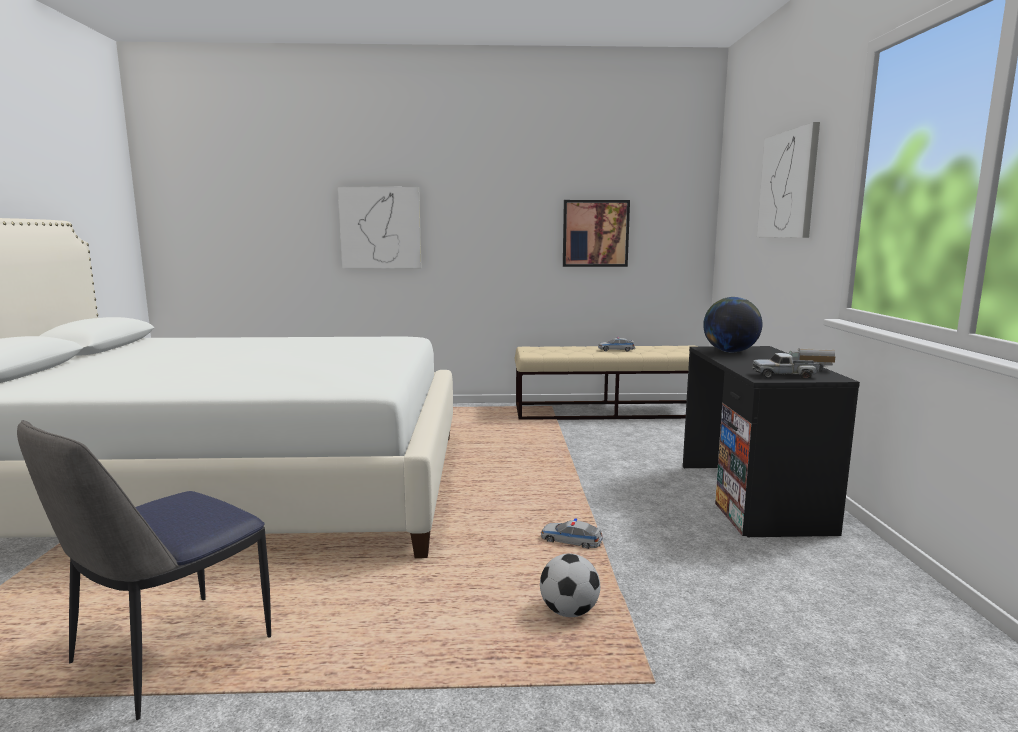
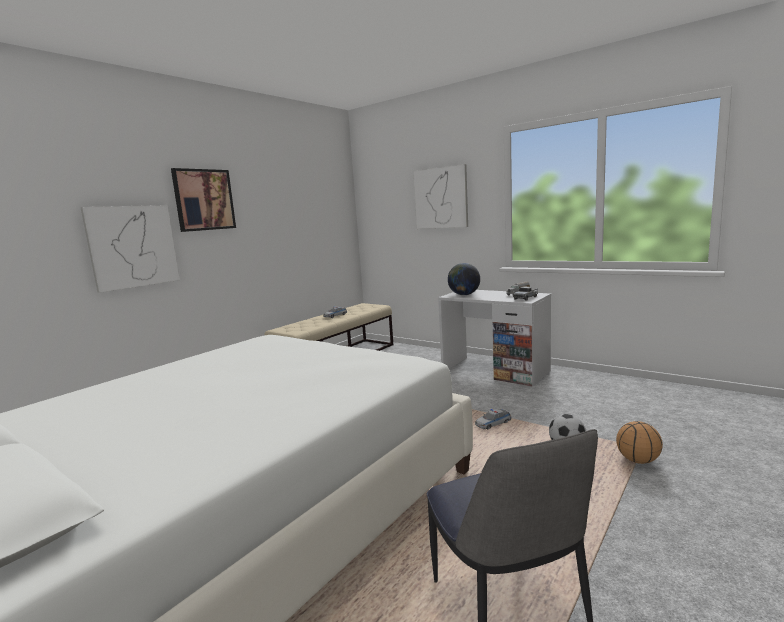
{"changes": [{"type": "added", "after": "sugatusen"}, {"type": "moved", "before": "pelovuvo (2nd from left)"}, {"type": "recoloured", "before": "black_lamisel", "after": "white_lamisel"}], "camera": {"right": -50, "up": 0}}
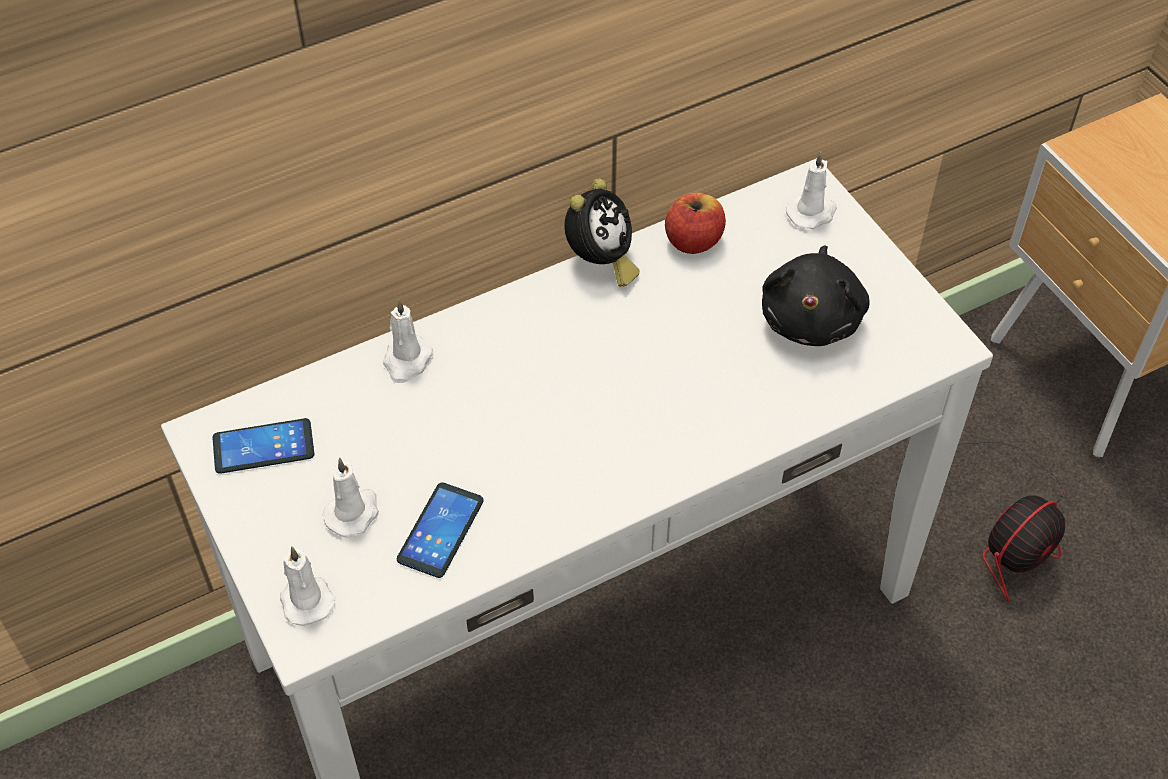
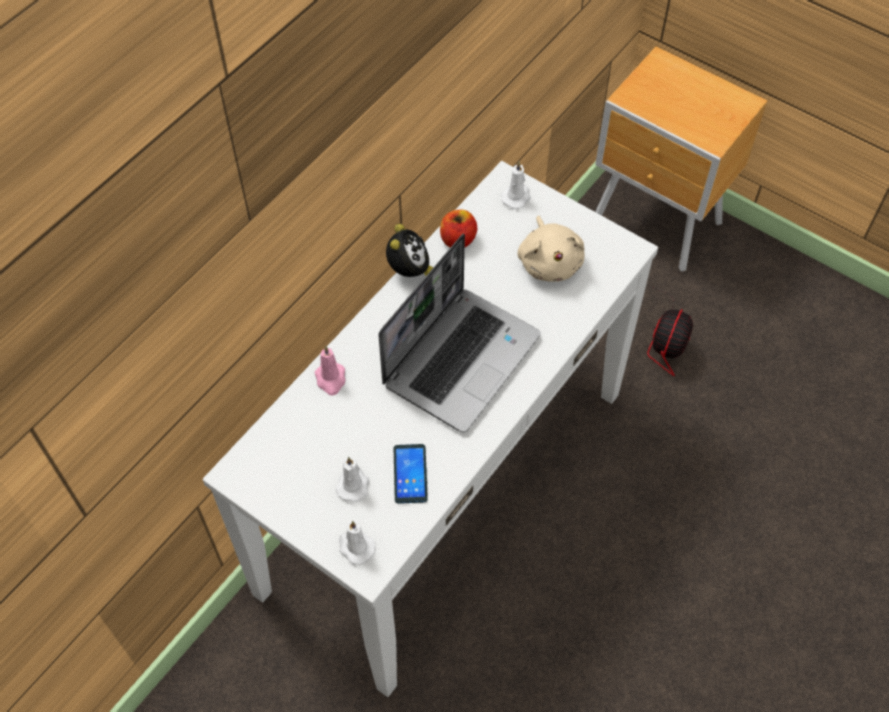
{"changes": [{"type": "removed", "before": "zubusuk (1st from left)"}, {"type": "added", "after": "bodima"}, {"type": "recoloured", "before": "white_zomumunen (3rd from left)", "after": "pink_zomumunen"}, {"type": "recoloured", "before": "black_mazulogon", "after": "beige_mazulogon"}], "camera": {"right": -25, "up": 5}}
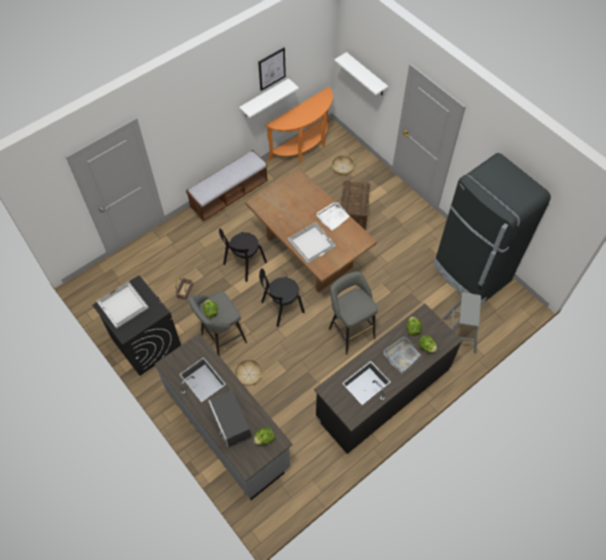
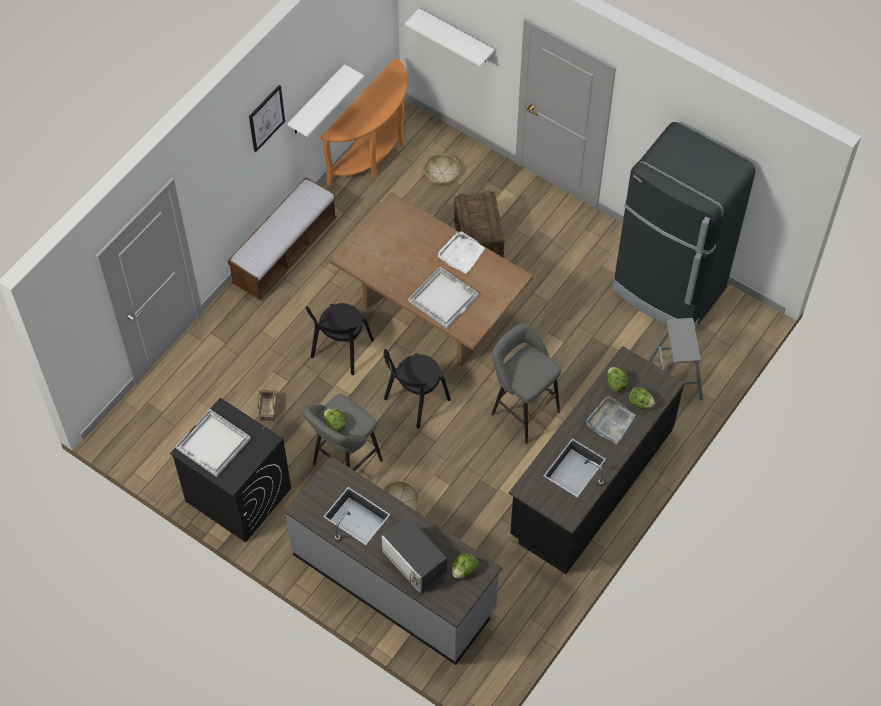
{"changes": [{"type": "moved", "before": "pelovuvo"}], "camera": {"right": -15, "up": 0}}
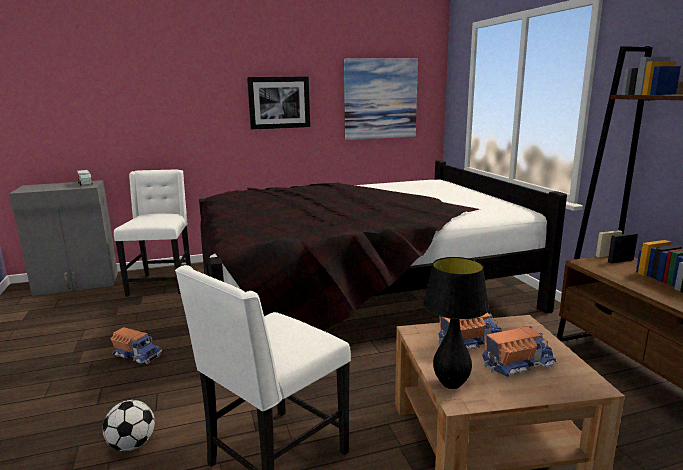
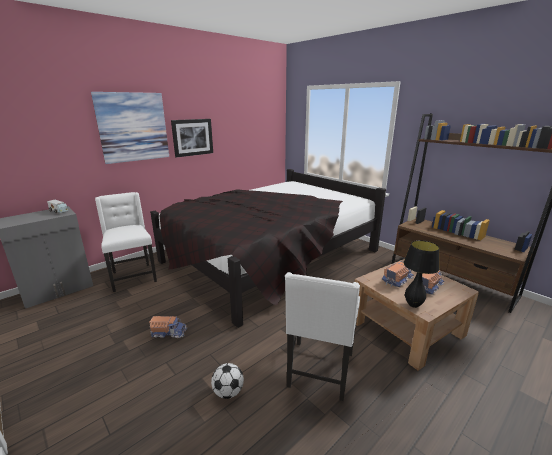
{"changes": [{"type": "moved", "before": "pelovuvo (2nd from left in the first image)", "after": "pelovuvo (1st from left)"}], "camera": {"right": -25, "up": 5}}
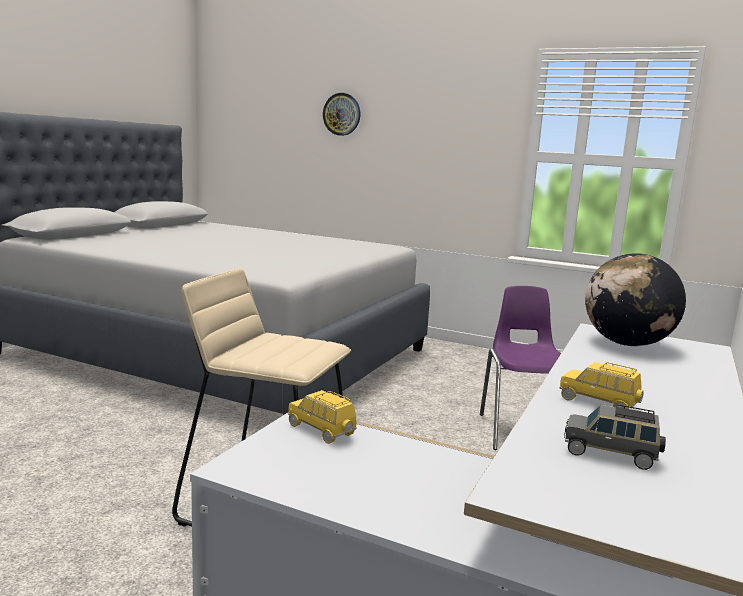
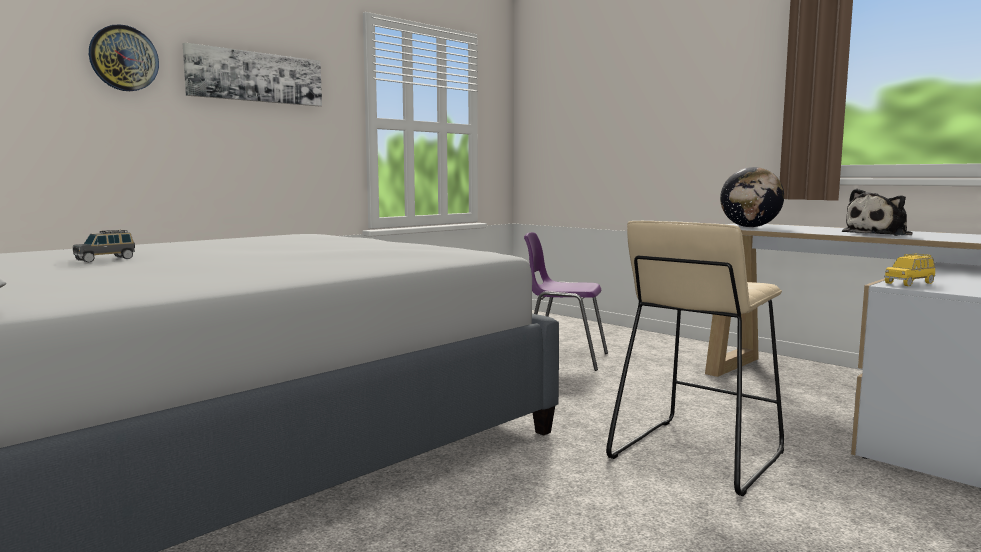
{"changes": [{"type": "added", "after": "pelovuvo"}, {"type": "moved", "before": "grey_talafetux"}, {"type": "replaced", "before": "yellow_talafetux (2nd from left)", "after": "mazulogon"}], "camera": {"right": -70, "up": -5}}
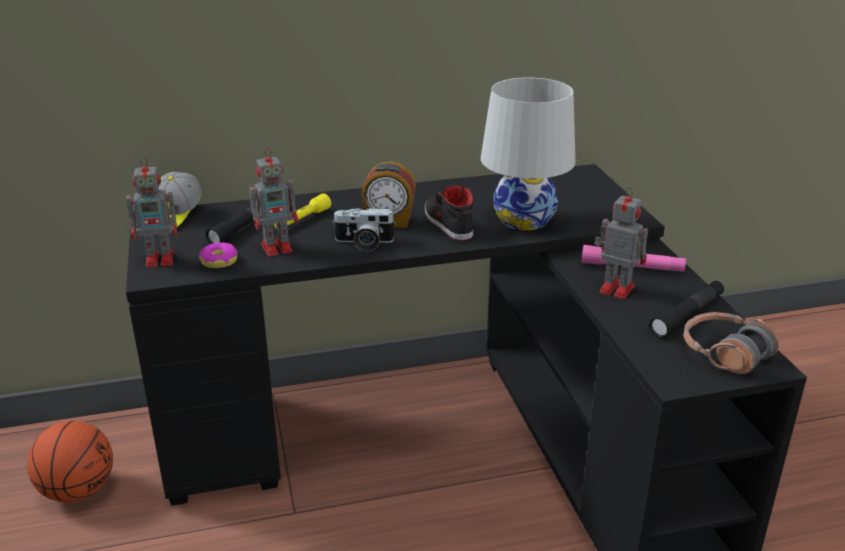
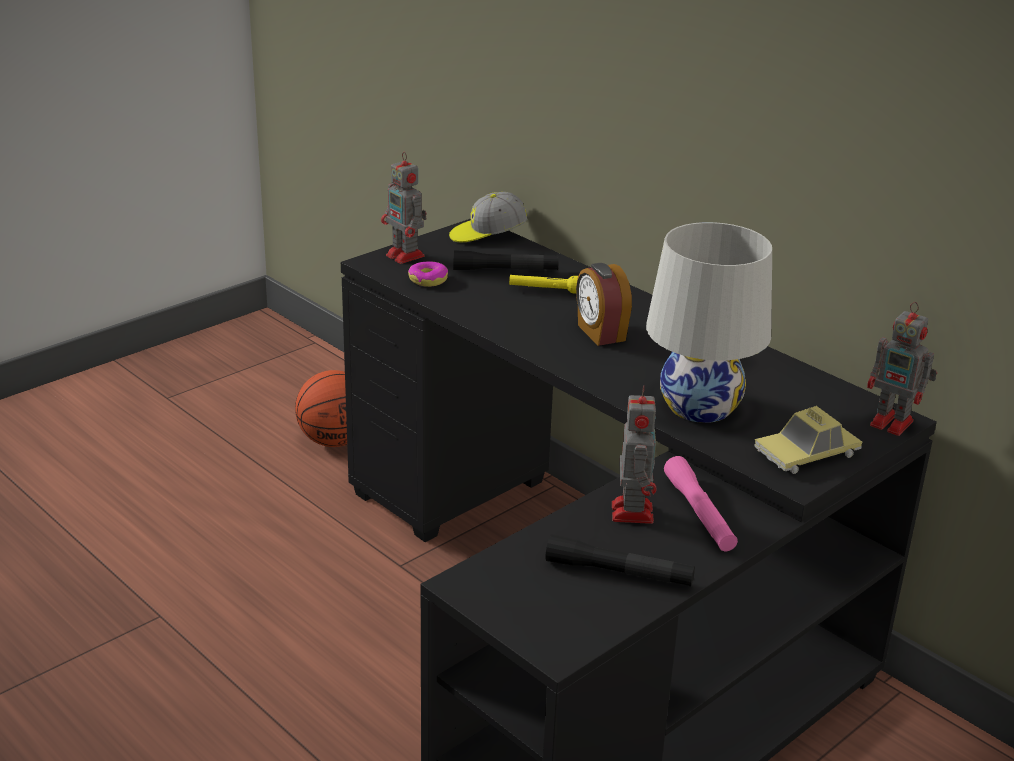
{"changes": [{"type": "removed", "before": "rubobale"}, {"type": "removed", "before": "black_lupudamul"}, {"type": "removed", "before": "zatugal"}, {"type": "added", "after": "talafetux"}, {"type": "moved", "before": "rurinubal (2nd from left in the first image)", "after": "rurinubal (3rd from left)"}], "camera": {"right": 60, "up": 0}}
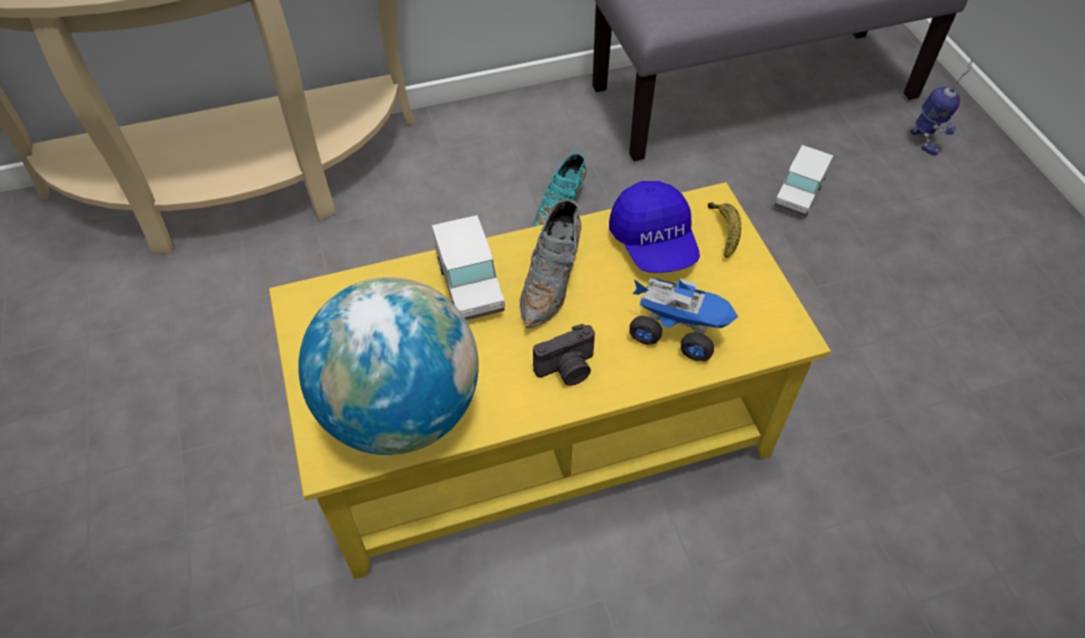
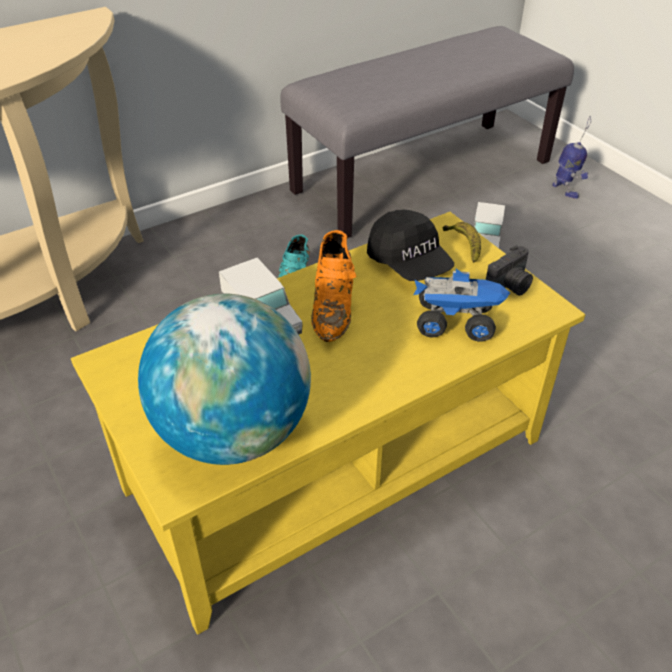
{"changes": [{"type": "moved", "before": "rubobale"}, {"type": "recoloured", "before": "grey_lupudamul", "after": "orange_lupudamul"}, {"type": "recoloured", "before": "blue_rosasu", "after": "black_rosasu"}], "camera": {"right": -15, "up": -10}}
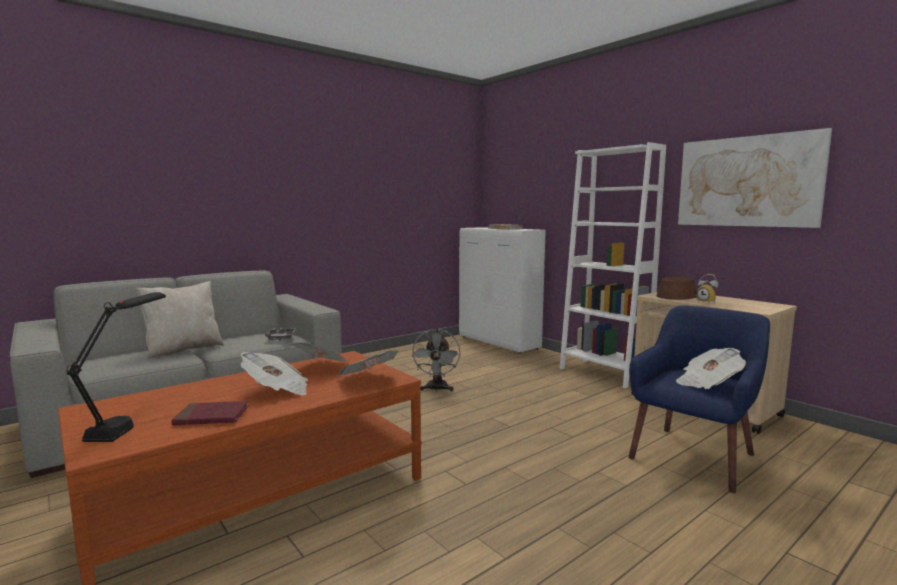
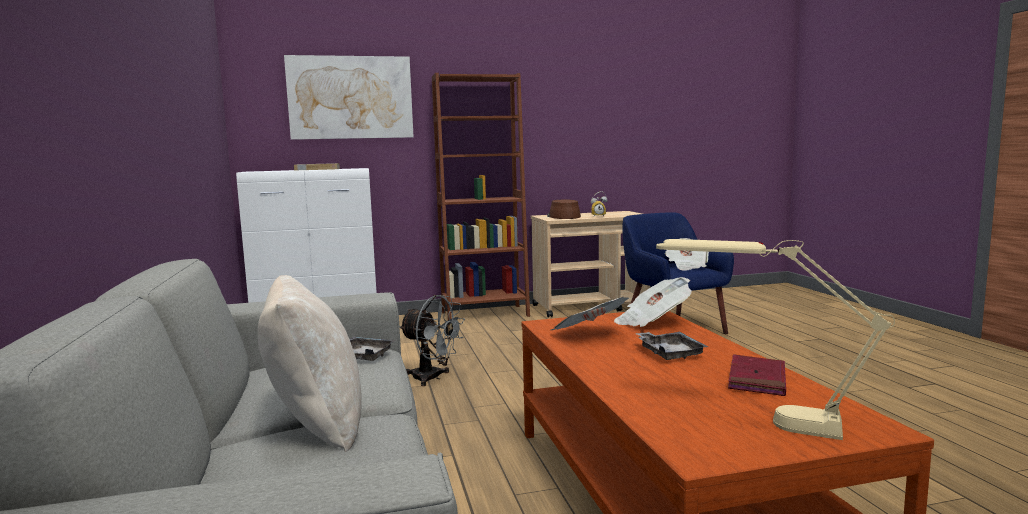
{"changes": [{"type": "moved", "before": "pelovuvo"}, {"type": "replaced", "before": "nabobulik (1st from left)", "after": "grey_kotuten (2nd from left)"}, {"type": "recoloured", "before": "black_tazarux", "after": "beige_tazarux"}, {"type": "recoloured", "before": "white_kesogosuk", "after": "brown_kesogosuk"}], "camera": {"right": -65, "up": 0}}
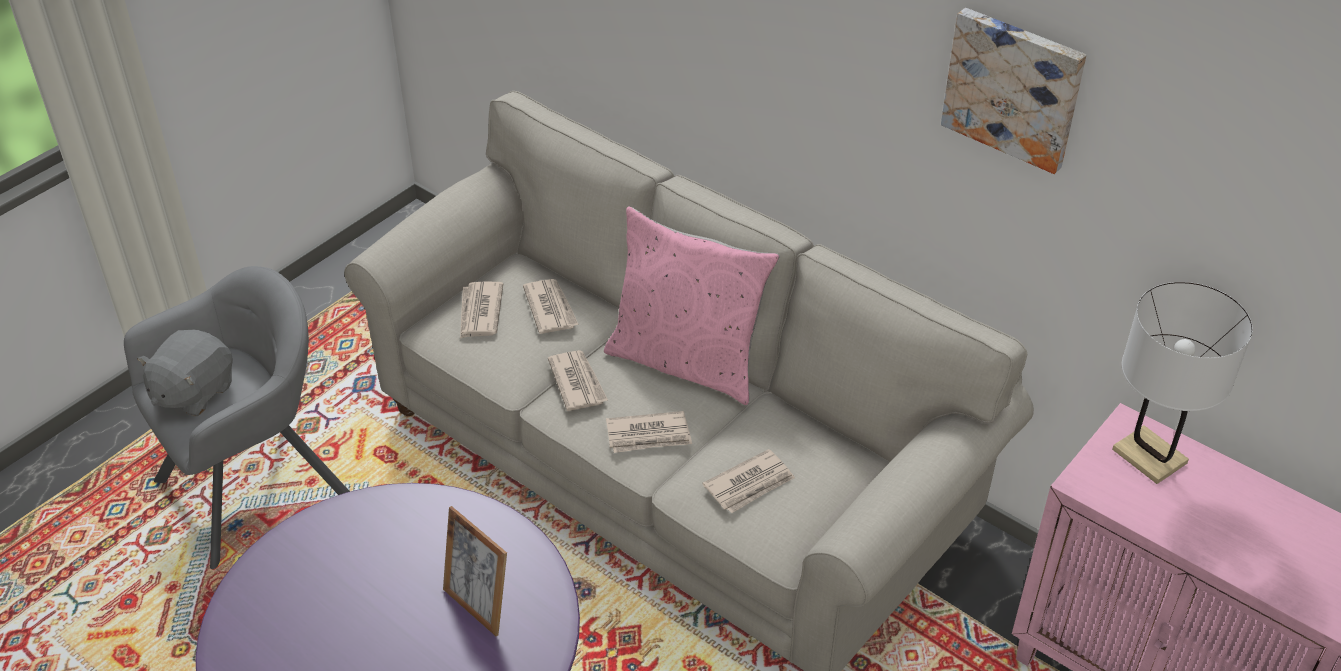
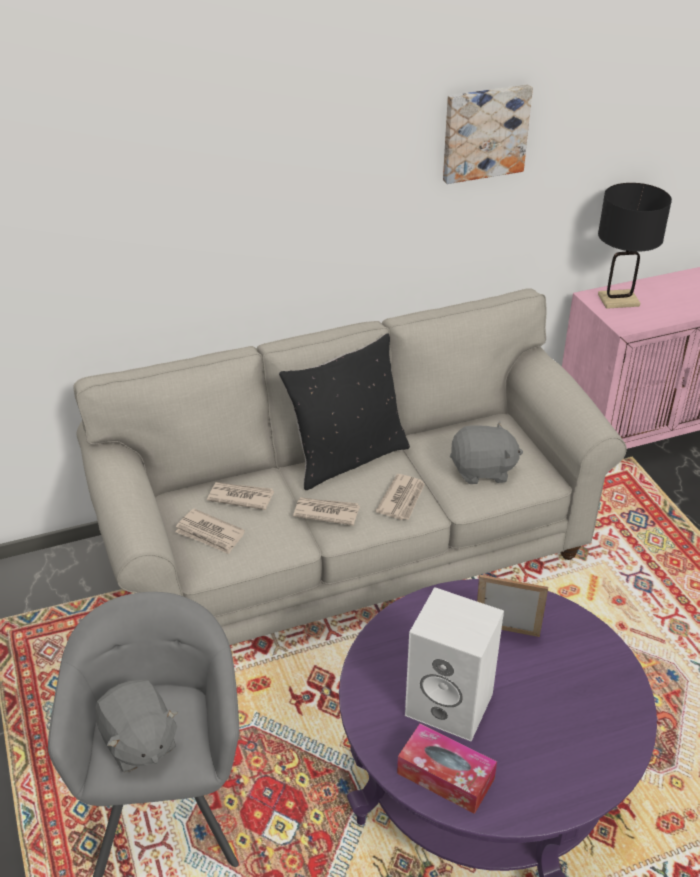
{"changes": [{"type": "added", "after": "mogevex"}, {"type": "added", "after": "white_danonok"}, {"type": "replaced", "before": "nabobulik (5th from left)", "after": "grey_mazulogon (2nd from left)"}, {"type": "recoloured", "before": "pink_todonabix", "after": "black_todonabix"}, {"type": "recoloured", "before": "white_tazarux", "after": "black_tazarux"}, {"type": "turned", "before": "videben", "turn": -150}], "camera": {"right": -60, "up": -5}}
